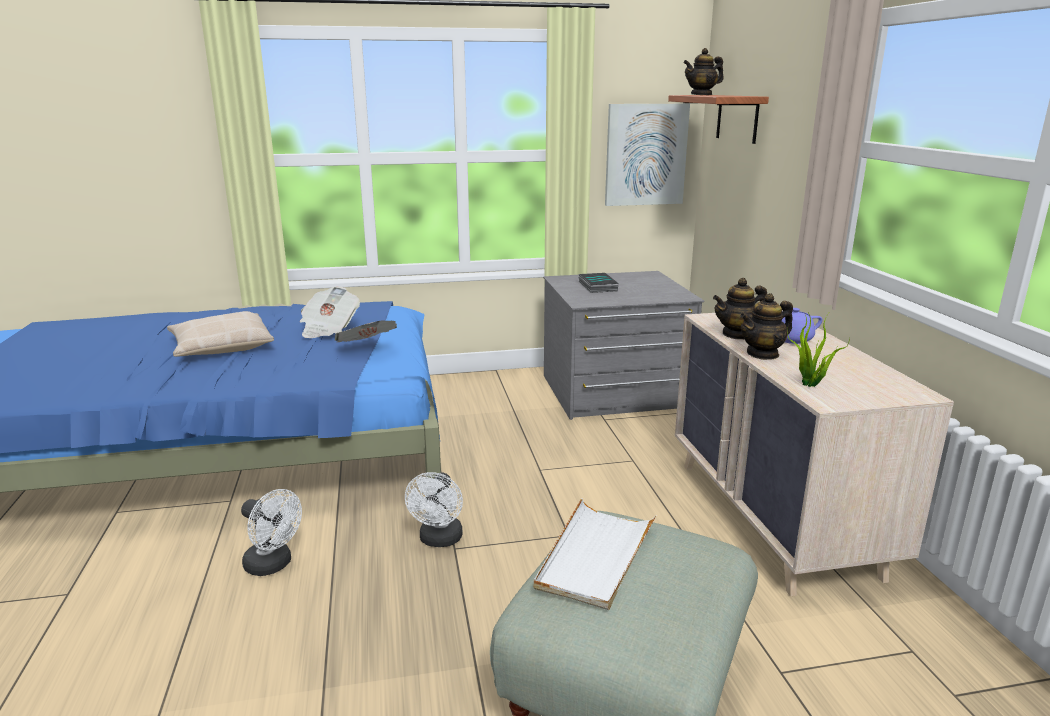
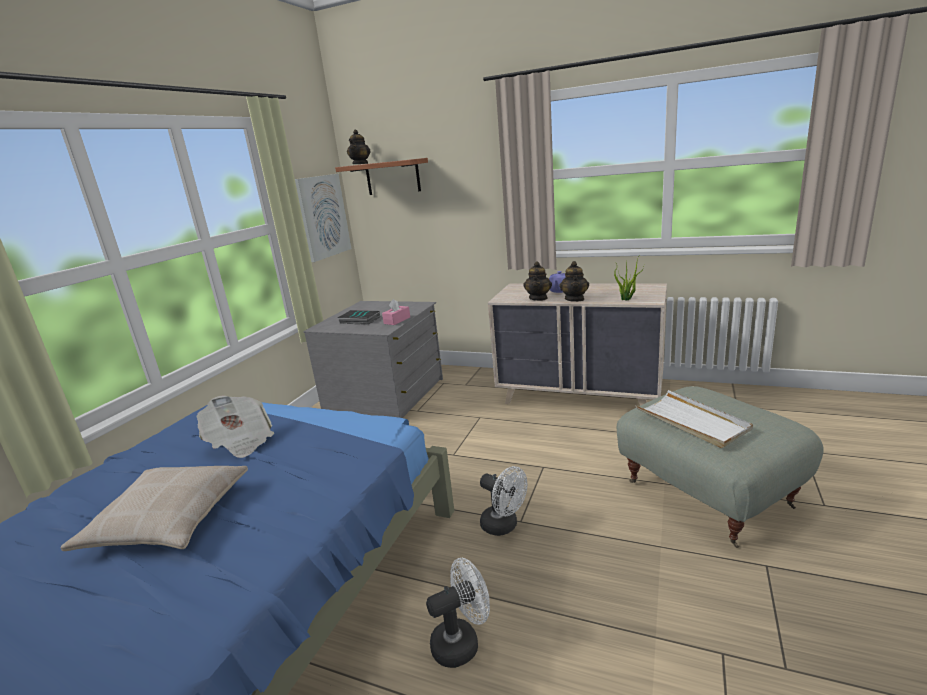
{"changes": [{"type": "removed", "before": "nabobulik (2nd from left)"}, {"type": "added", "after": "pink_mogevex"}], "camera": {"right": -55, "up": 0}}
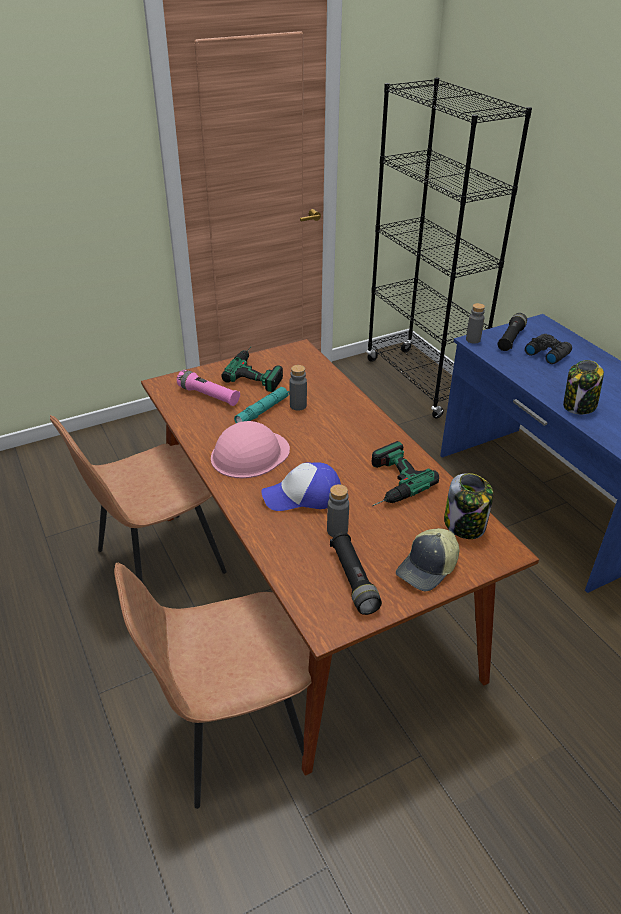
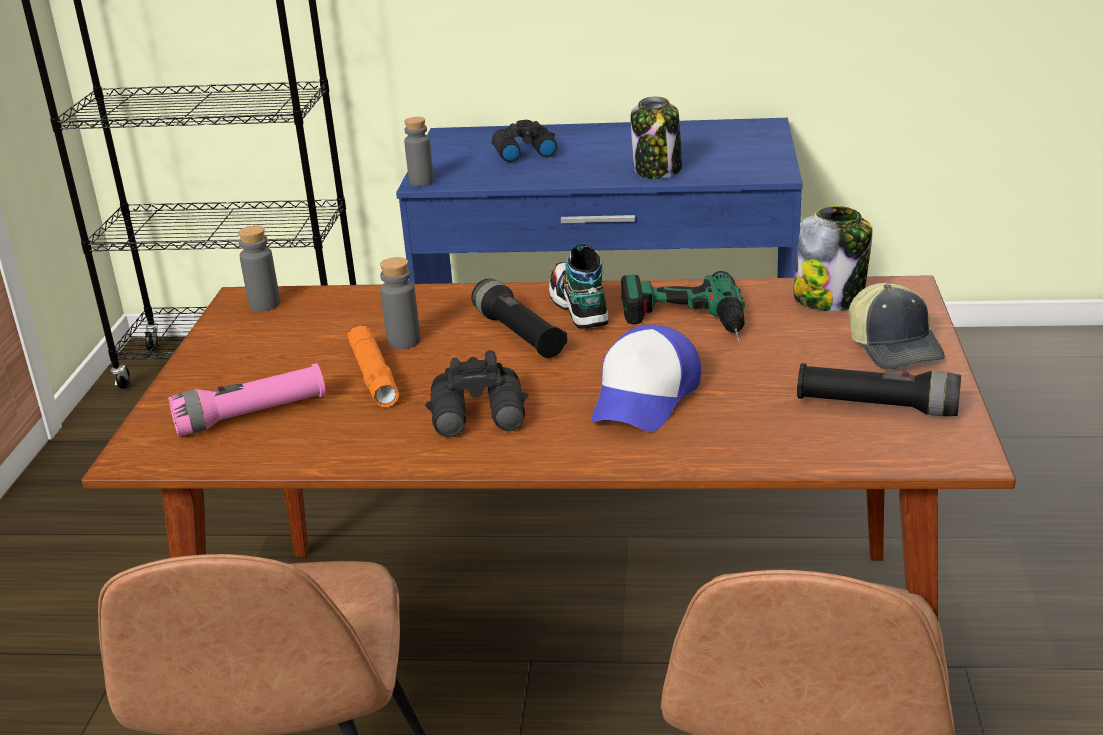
{"changes": [{"type": "removed", "before": "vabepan (1st from left)"}, {"type": "added", "after": "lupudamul"}, {"type": "moved", "before": "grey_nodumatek (2nd from left in the first image)", "after": "grey_nodumatek (1st from left)"}, {"type": "moved", "before": "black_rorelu (2nd from left in the first image)", "after": "black_rorelu (1st from left)"}, {"type": "replaced", "before": "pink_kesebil", "after": "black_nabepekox (1st from left)"}, {"type": "recoloured", "before": "turquoise_rorelu", "after": "orange_rorelu"}], "camera": {"right": -55, "up": -10}}
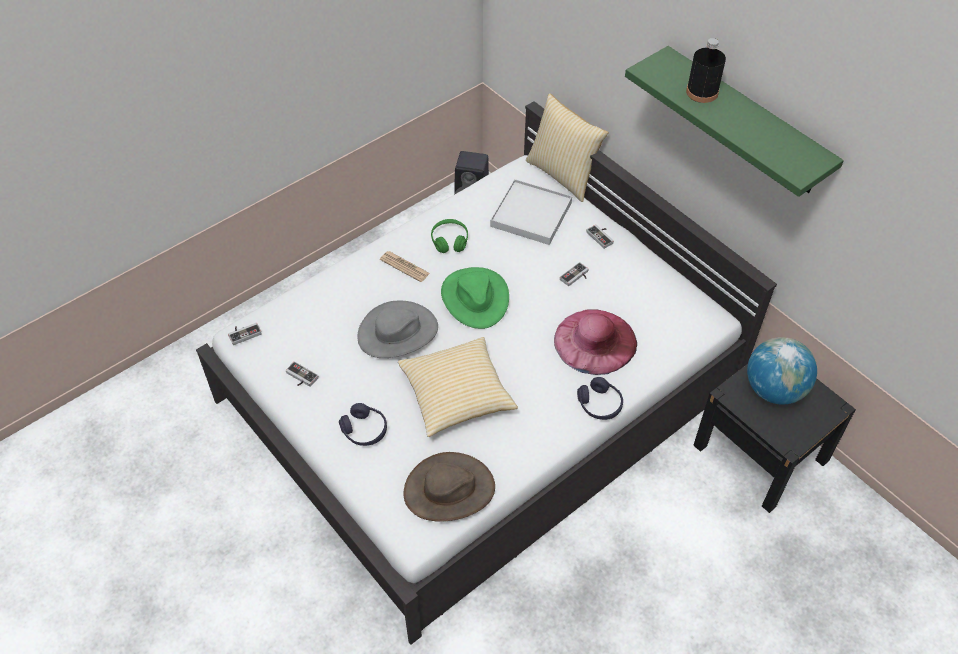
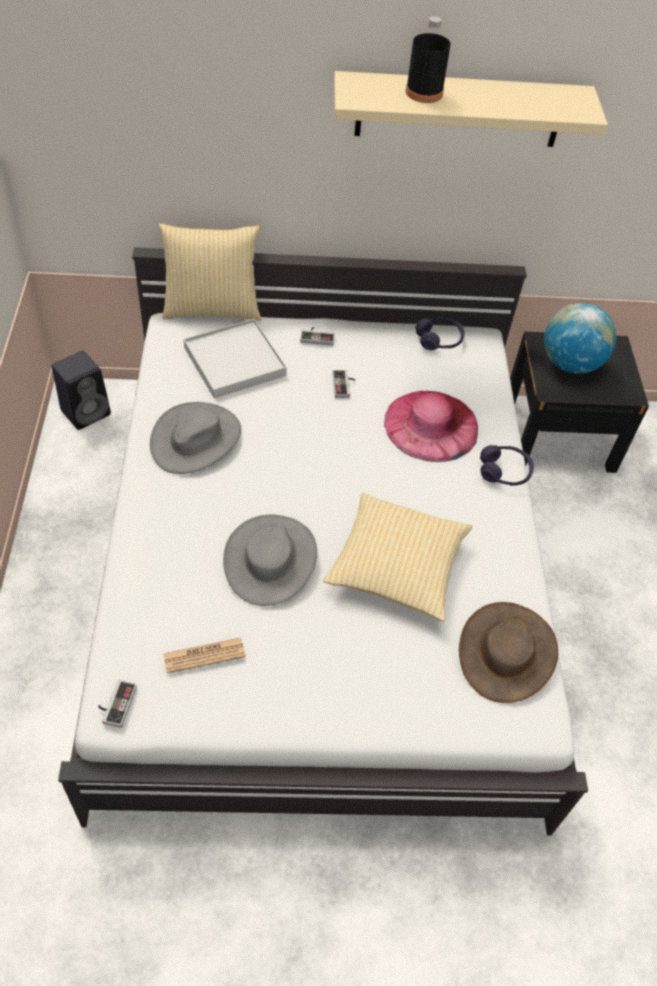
{"changes": [{"type": "removed", "before": "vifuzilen (2nd from left)"}, {"type": "removed", "before": "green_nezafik"}, {"type": "moved", "before": "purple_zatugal (1st from left)"}, {"type": "moved", "before": "nabobulik"}, {"type": "replaced", "before": "green_zatugal", "after": "grey_nezafik (1st from left)"}, {"type": "recoloured", "before": "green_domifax", "after": "beige_domifax"}], "camera": {"right": -55, "up": 0}}
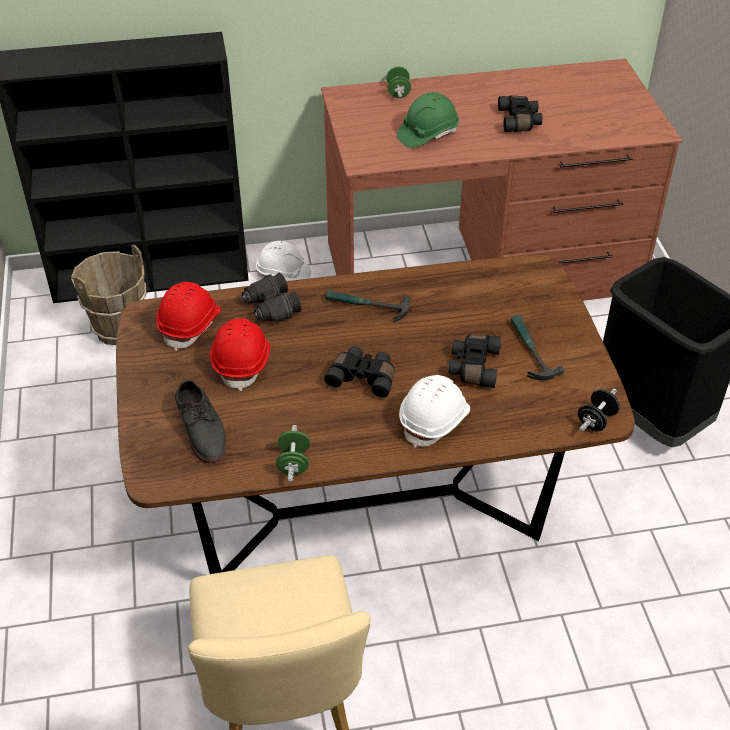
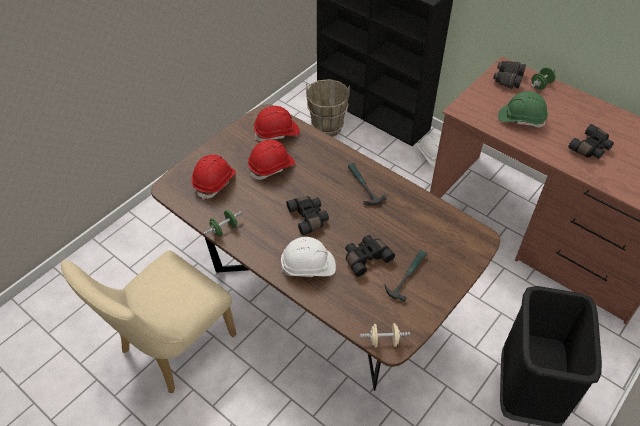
{"changes": [{"type": "moved", "before": "black_nabepekox (1st from left in the first image)", "after": "black_nabepekox (3rd from left)"}, {"type": "replaced", "before": "grey_lupudamul", "after": "red_kesebil (1st from left)"}, {"type": "recoloured", "before": "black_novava", "after": "beige_novava"}], "camera": {"right": 50, "up": 5}}
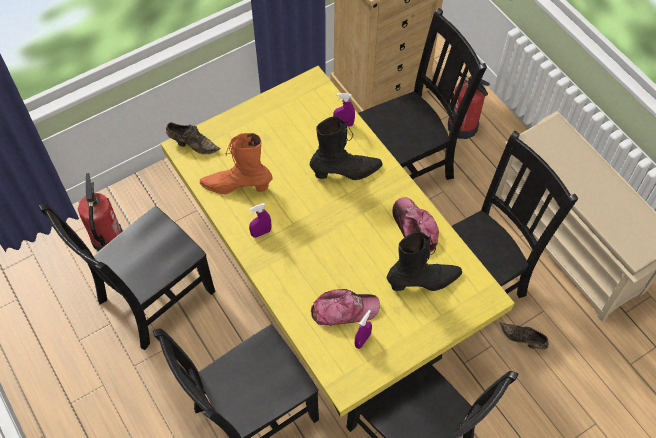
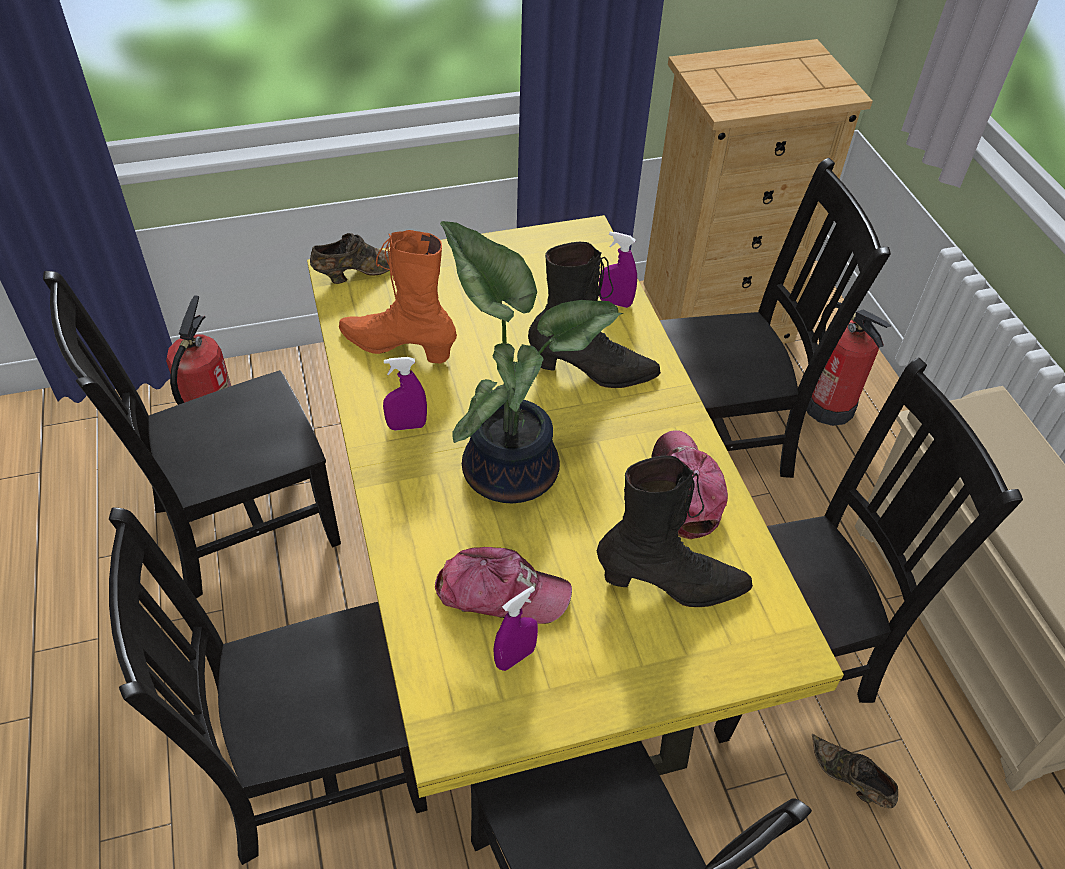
{"changes": [{"type": "added", "after": "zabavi"}, {"type": "turned", "before": "brown_lupudamul (1st from left)", "turn": -60}], "camera": {"right": 15, "up": -10}}
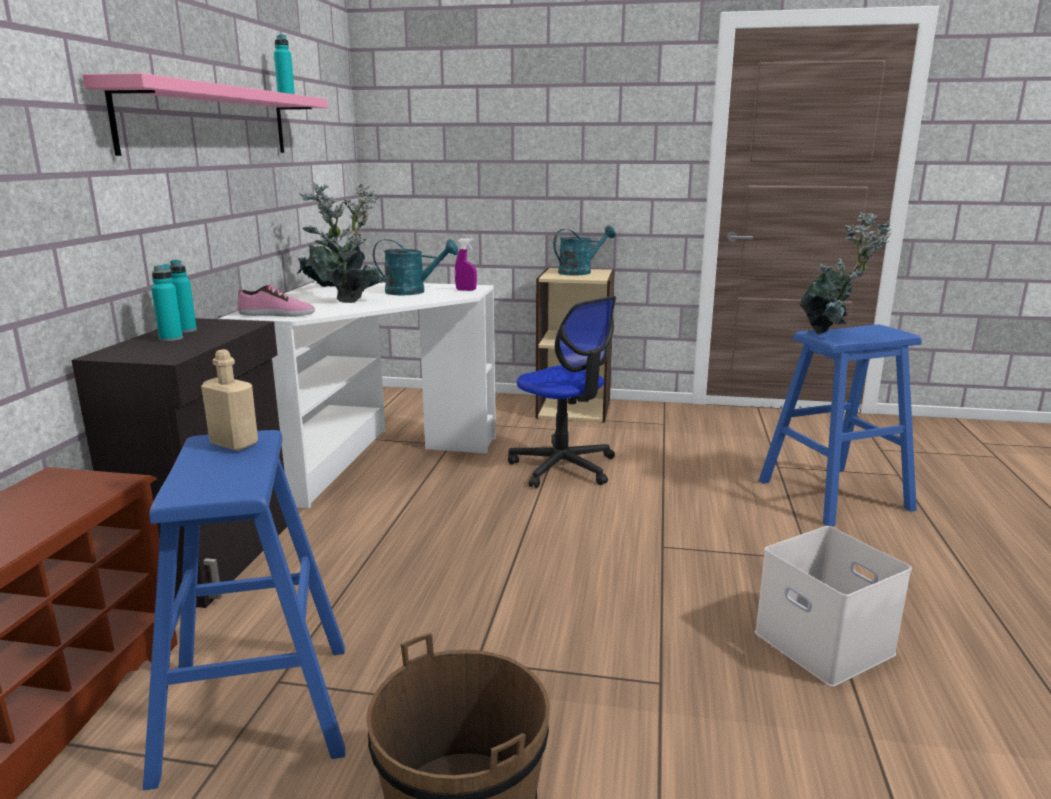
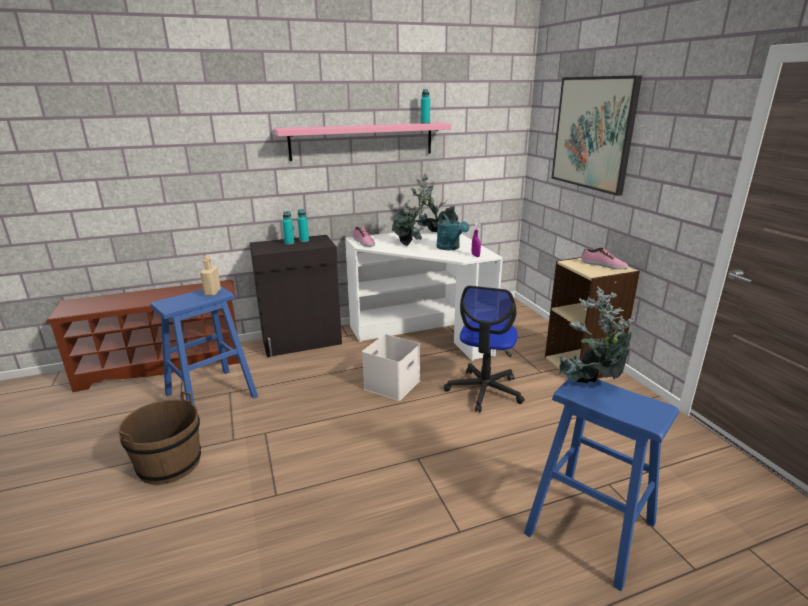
{"changes": [{"type": "added", "after": "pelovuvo"}, {"type": "moved", "before": "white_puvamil"}, {"type": "replaced", "before": "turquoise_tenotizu (2nd from left)", "after": "lupudamul (2nd from left)"}], "camera": {"right": 60, "up": 5}}
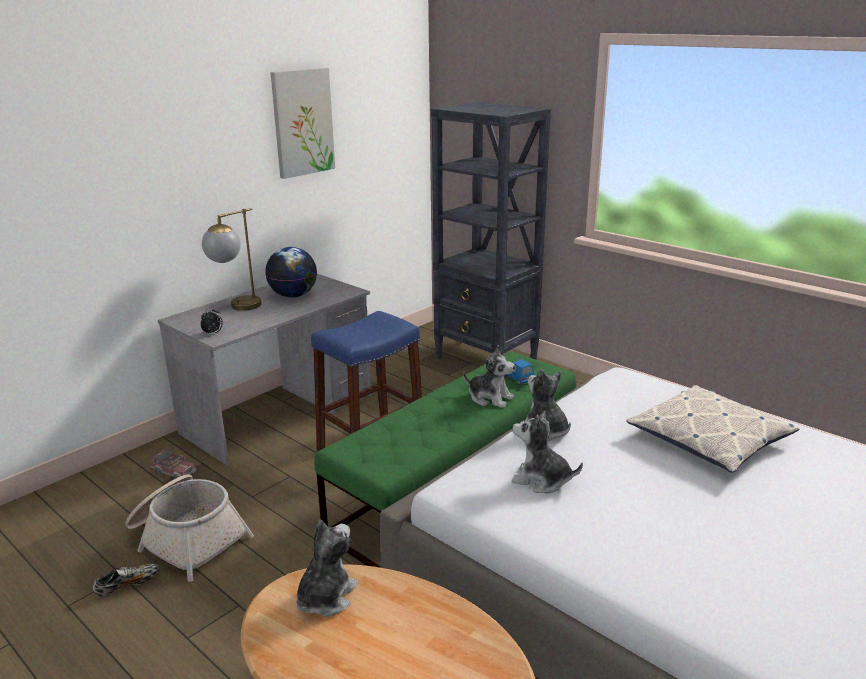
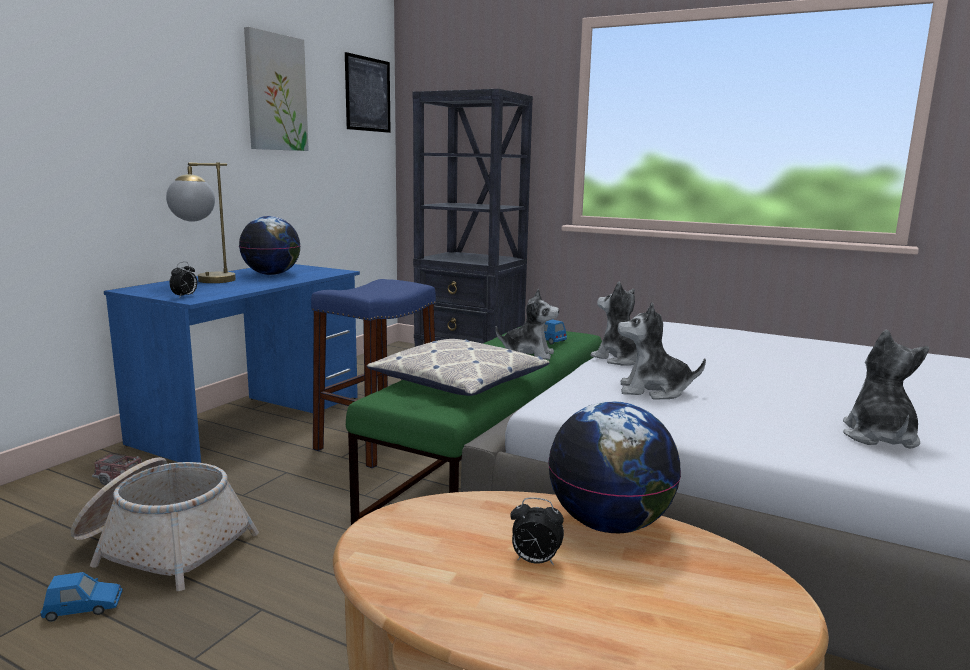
{"changes": [{"type": "added", "after": "pelovuvo (2nd from left)"}, {"type": "added", "after": "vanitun (2nd from left)"}, {"type": "added", "after": "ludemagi (2nd from left)"}, {"type": "moved", "before": "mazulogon (1st from left in the first image)", "after": "mazulogon (4th from left)"}, {"type": "moved", "before": "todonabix"}, {"type": "replaced", "before": "lupudamul", "after": "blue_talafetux (1st from left)"}, {"type": "recoloured", "before": "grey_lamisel", "after": "blue_lamisel"}], "camera": {"right": -15, "up": -10}}
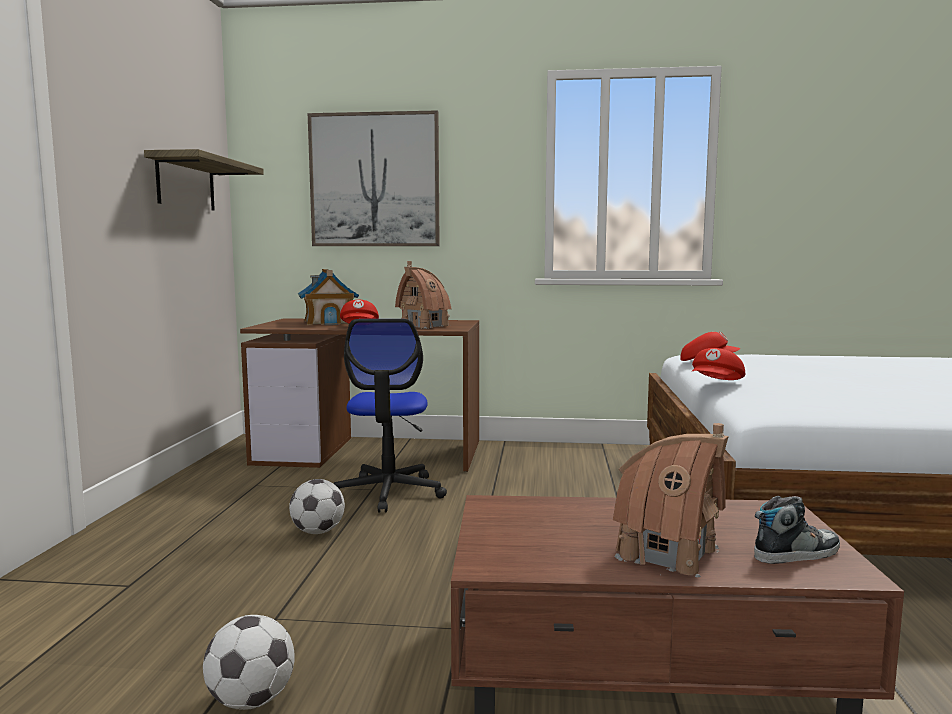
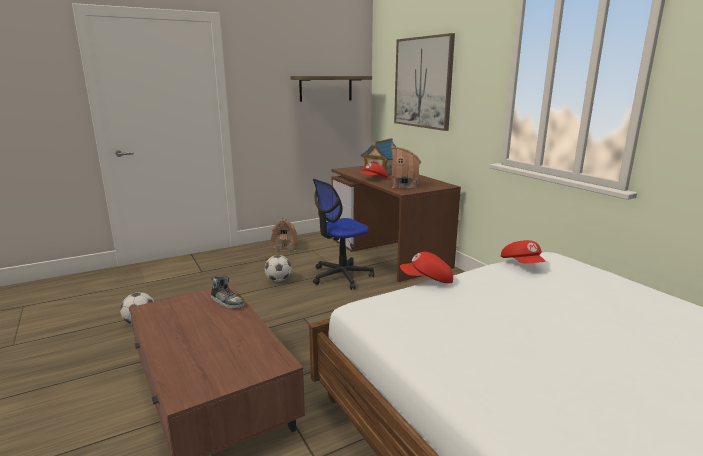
{"changes": [{"type": "moved", "before": "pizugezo (3rd from left in the first image)", "after": "pizugezo (1st from left)"}, {"type": "moved", "before": "lupudamul"}], "camera": {"right": 55, "up": 10}}
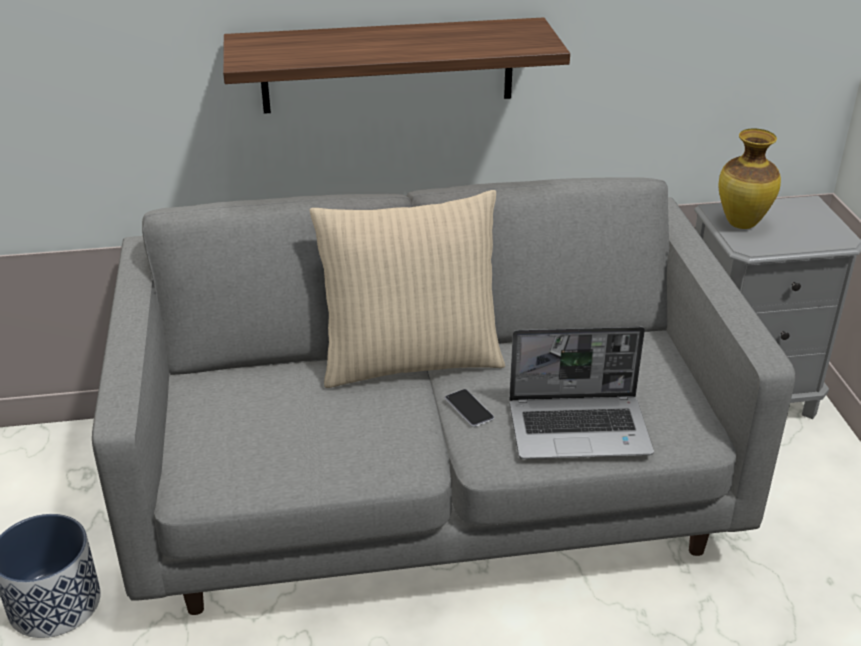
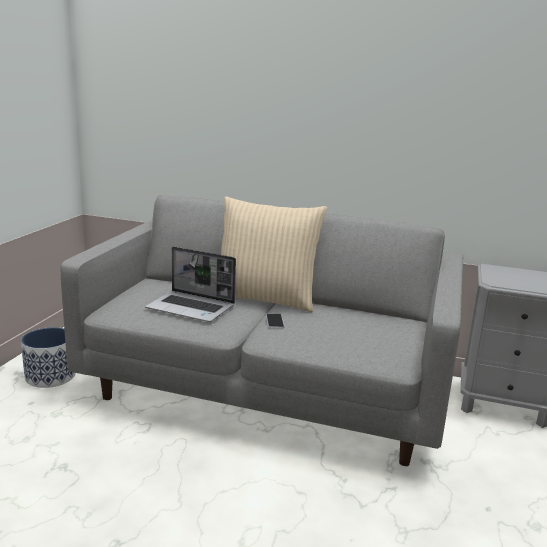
{"changes": [{"type": "removed", "before": "domifax"}, {"type": "removed", "before": "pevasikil"}, {"type": "moved", "before": "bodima"}], "camera": {"right": 25, "up": -15}}
